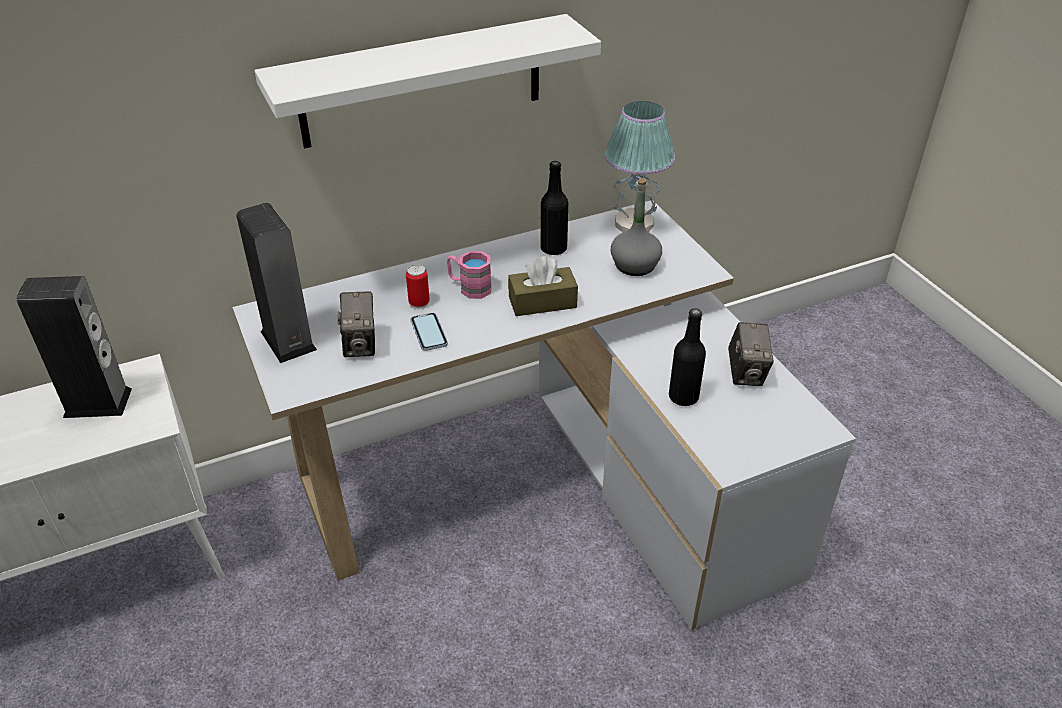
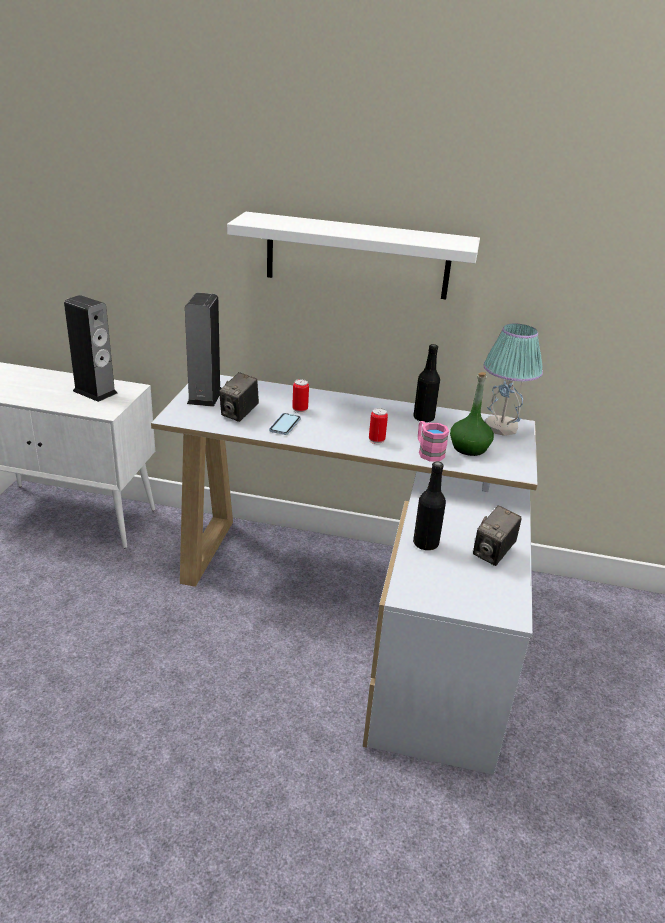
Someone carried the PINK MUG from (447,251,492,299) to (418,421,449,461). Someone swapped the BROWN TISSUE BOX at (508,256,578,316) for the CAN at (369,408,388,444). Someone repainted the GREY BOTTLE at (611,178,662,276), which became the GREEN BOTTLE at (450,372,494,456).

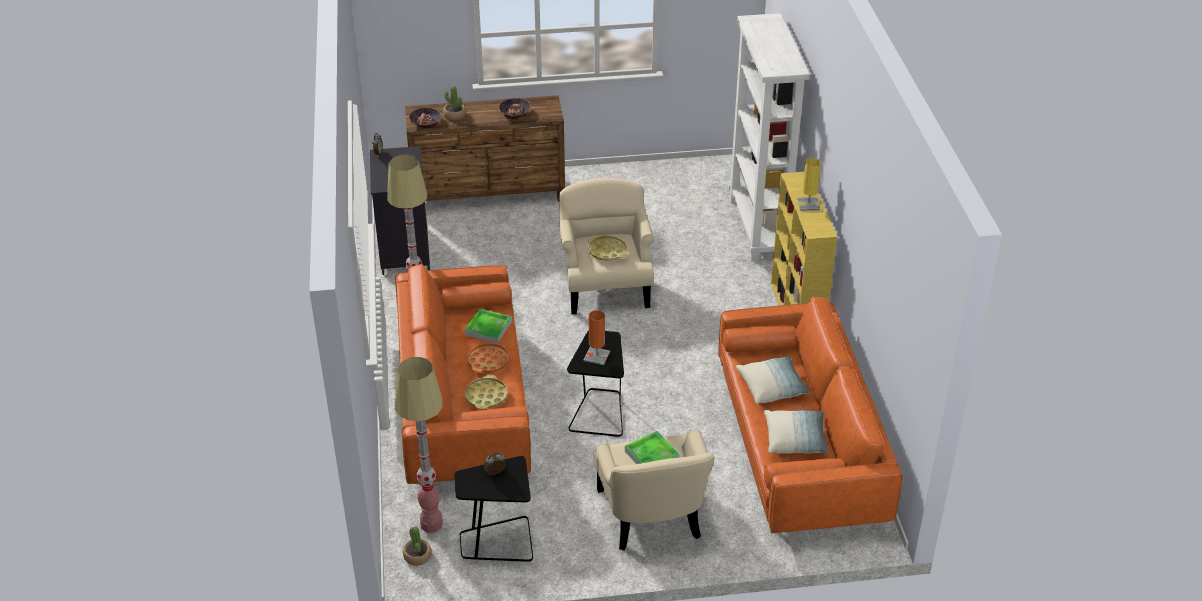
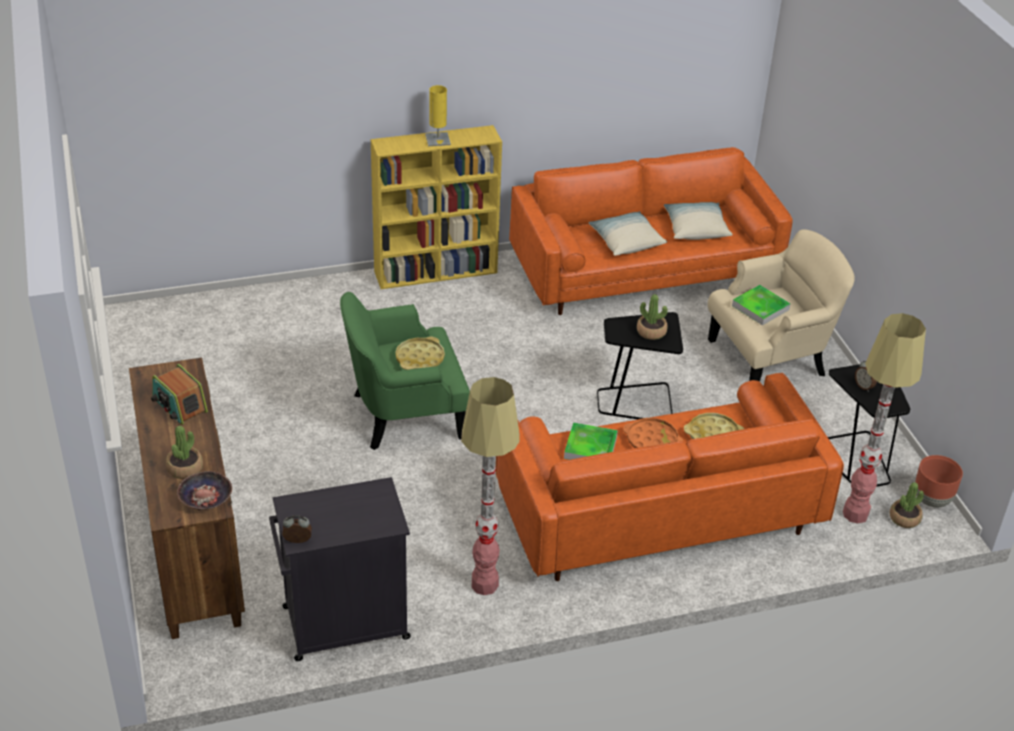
Someone took away the WHITE BOOKCASE at (728,13,810,261). Someone put down the BROWN PLANTER at (915,455,963,507). Someone swapped the BOWL at (499,98,531,119) for the RADIO at (151,364,208,425). Someone swapped the ORANGE TABLE LAMP at (583,310,610,365) for the POTTED PLANT at (637,294,668,340). Someone repainted the BEIGE ARMCHAIR at (559,178,654,314), which became the GREEN ARMCHAIR at (340,292,470,450).

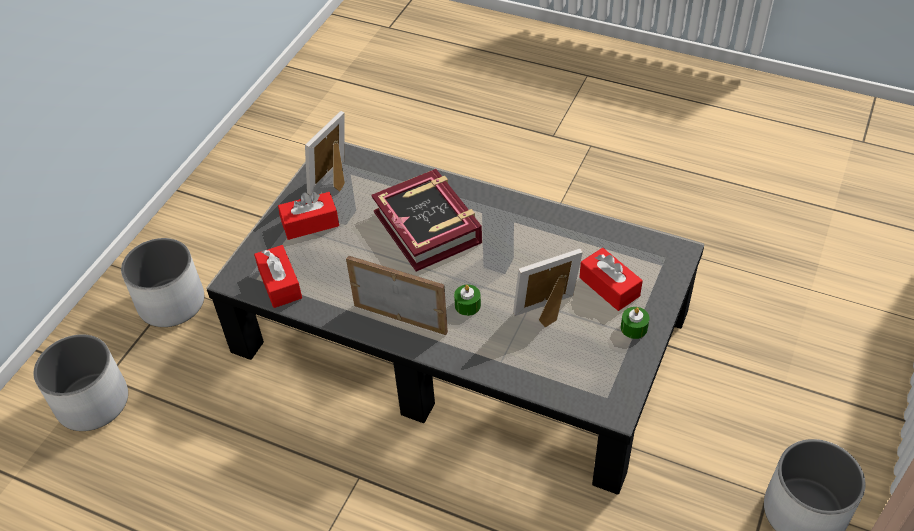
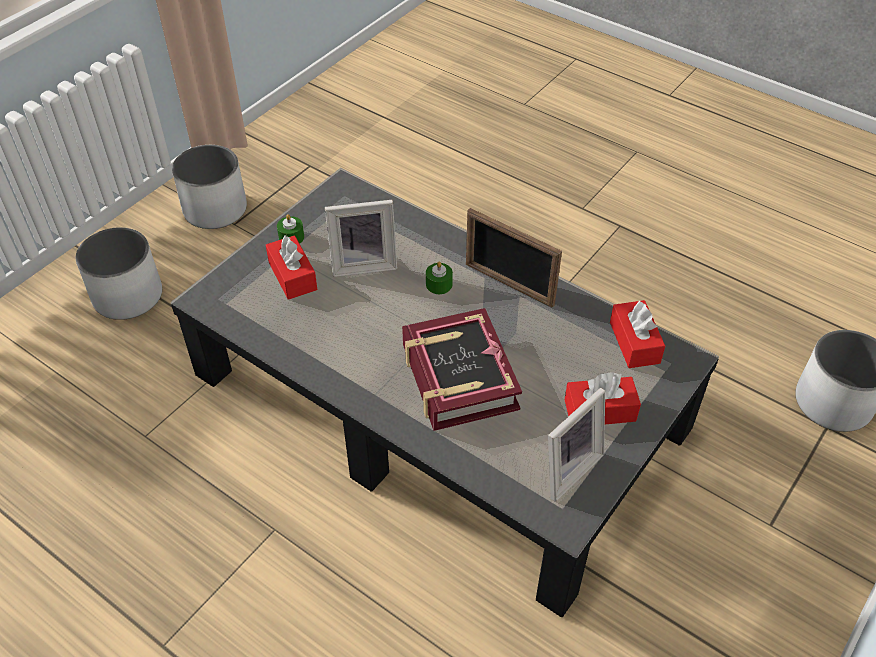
Someone carried the WHITE PLANTER from (121,238,204,327) to (76,227,162,320).

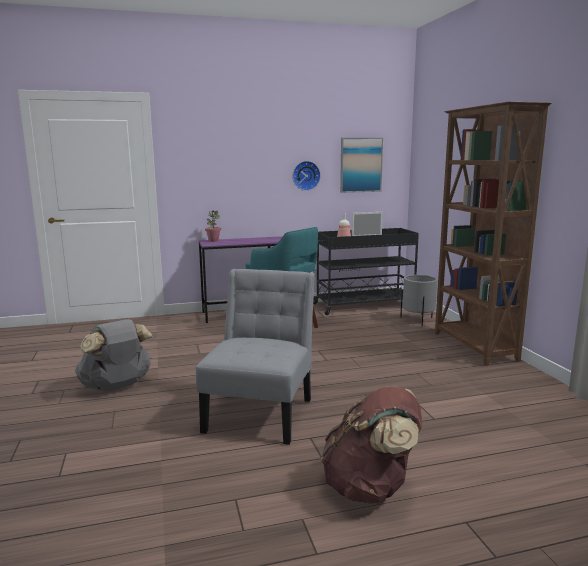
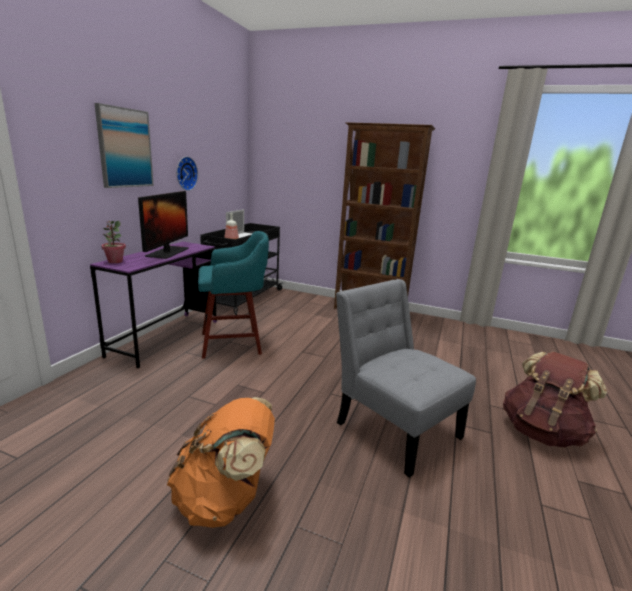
Someone took away the GREY PLANTER at (400,275,437,326). Someone put down the MONITOR at (138,191,189,259). Someone carried the PICTURE from (340,138,383,193) to (94,103,154,188). Someone repainted the GREY BACKPACK at (75,319,153,391), which became the ORANGE BACKPACK at (167,397,275,528).

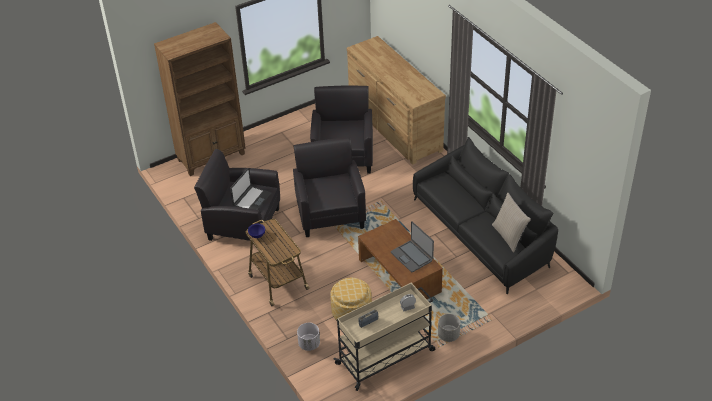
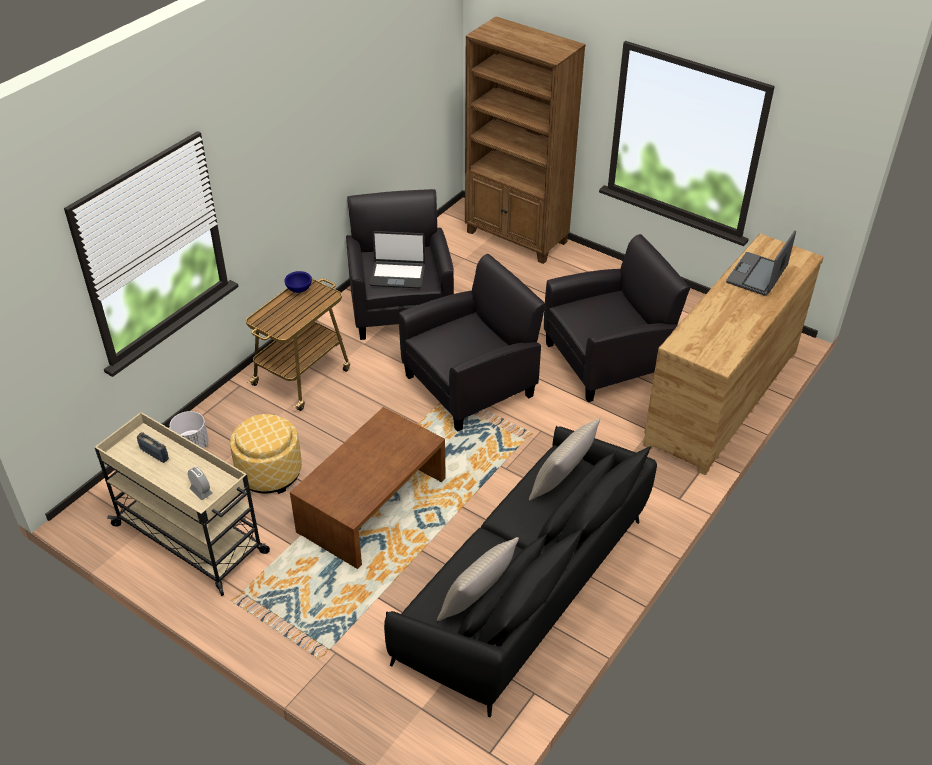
Someone took away the GREY PLANTER at (438,314,460,342). Someone put down the BEIGE PILLOW at (529,418,600,501). Someone carried the LAPTOP from (391,221,434,272) to (726,230,796,296).

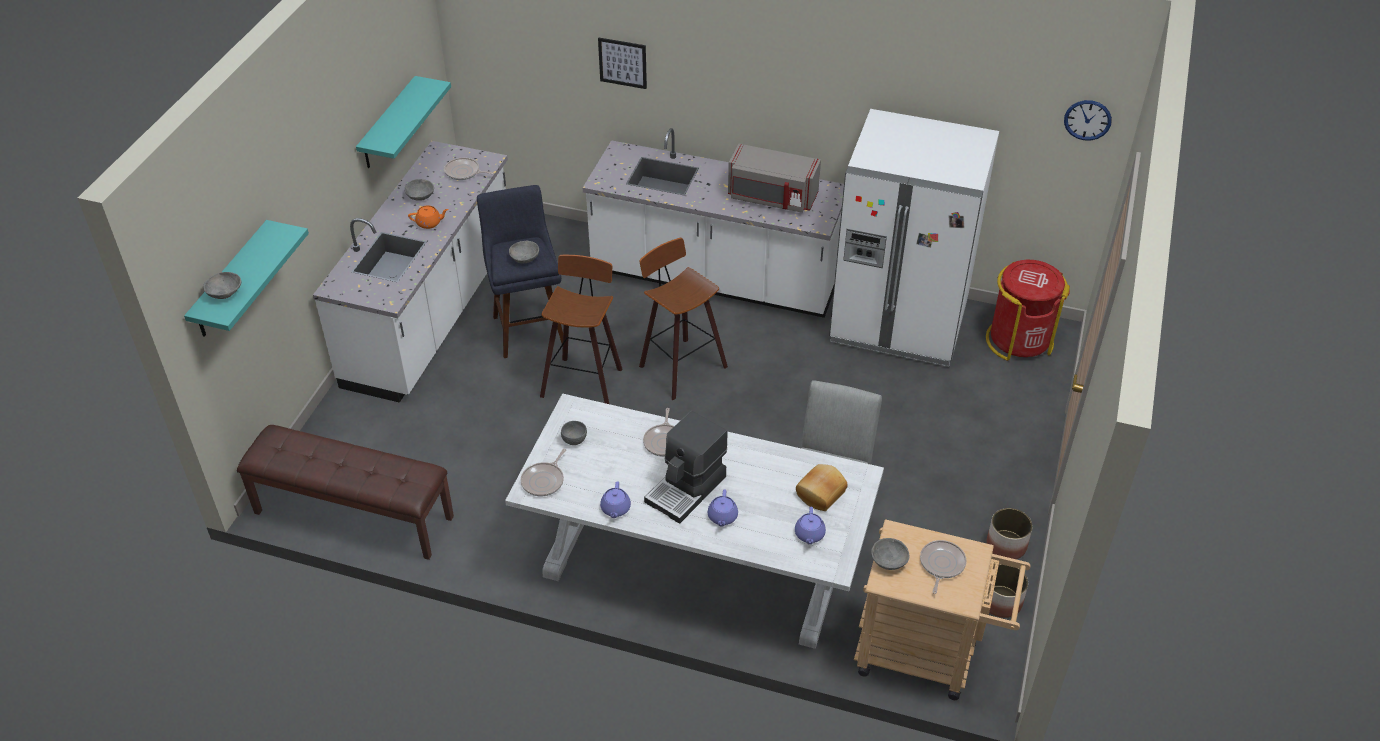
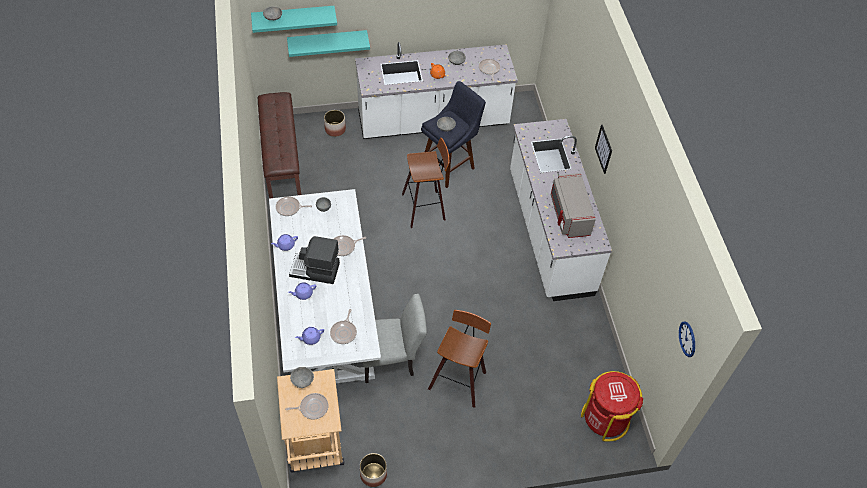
Someone took away the WHITE FRIDGE at (829,109,999,367). Someone carried the TURQUOISE SHELF from (356,76,451,168) to (287,30,370,57). Someone carried the PICTURE from (598,38,647,89) to (595,125,612,174). Someone carried the STOOL from (639,238,728,400) to (428,310,491,408). Someone carried the PLANTER from (986,508,1033,559) to (324,110,346,137). Someone swapped the BREAD at (796,464,848,511) for the FRYING PAN at (330,309,357,344).

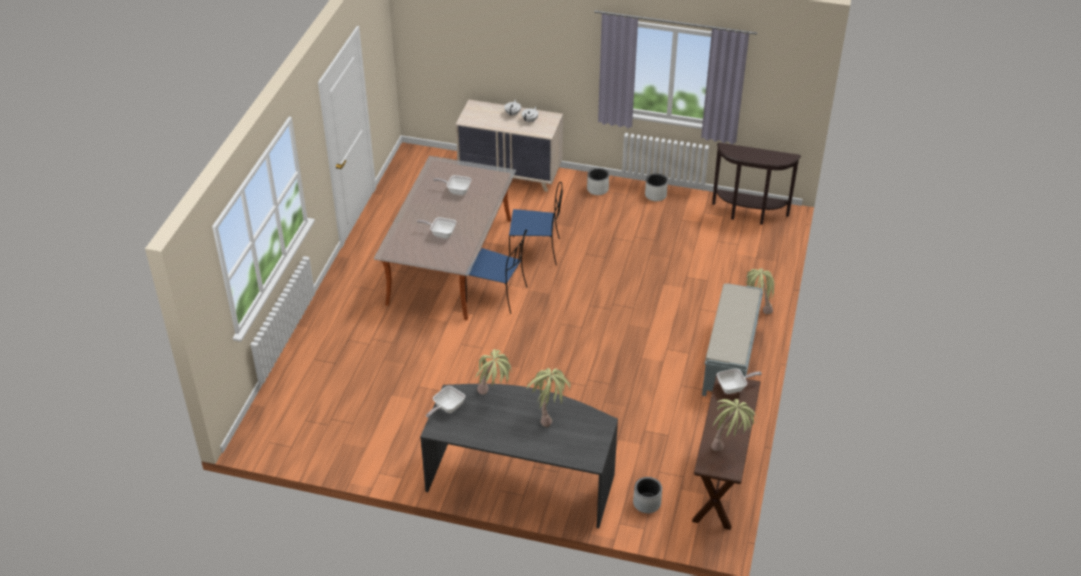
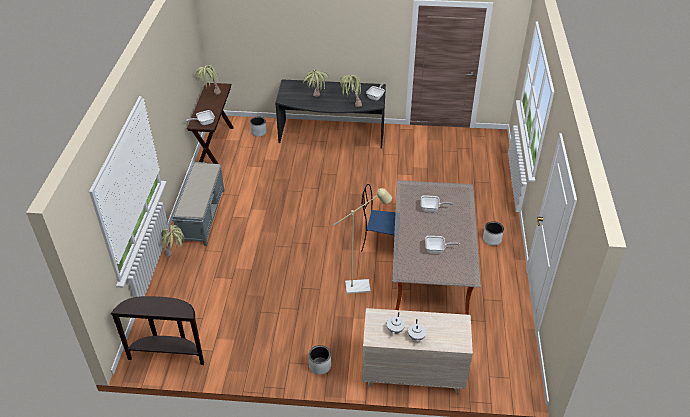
Someone carried the WHITE PLANTER from (645,174,668,201) to (483,221,504,246). Someone swapped the BLUE CHAIR at (509,182,563,265) for the BEIGE FLOOR LAMP at (334,188,392,294).

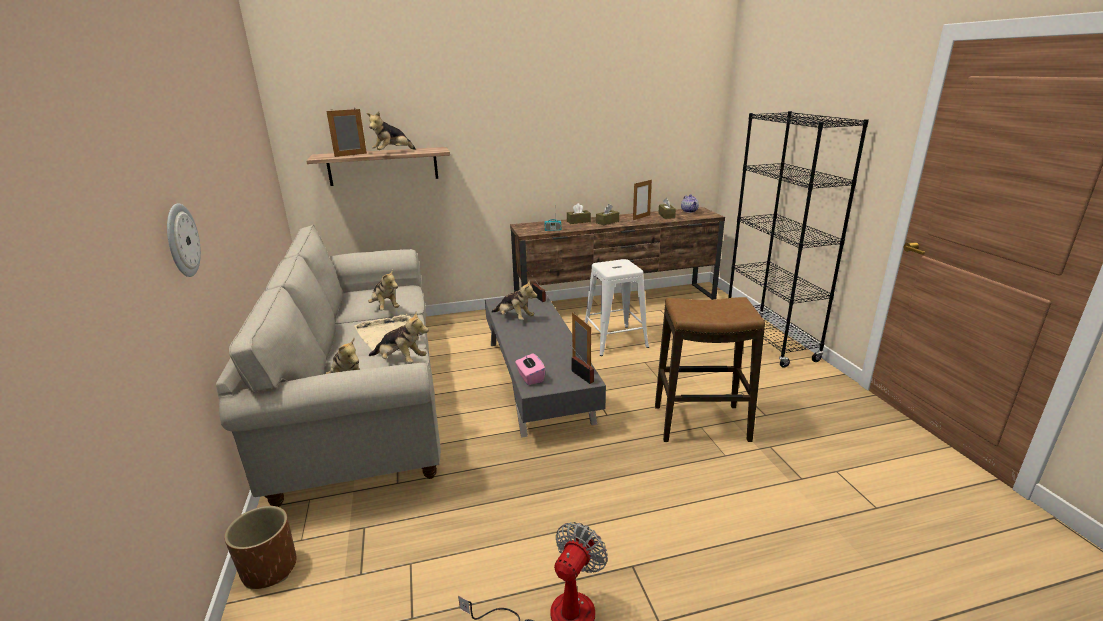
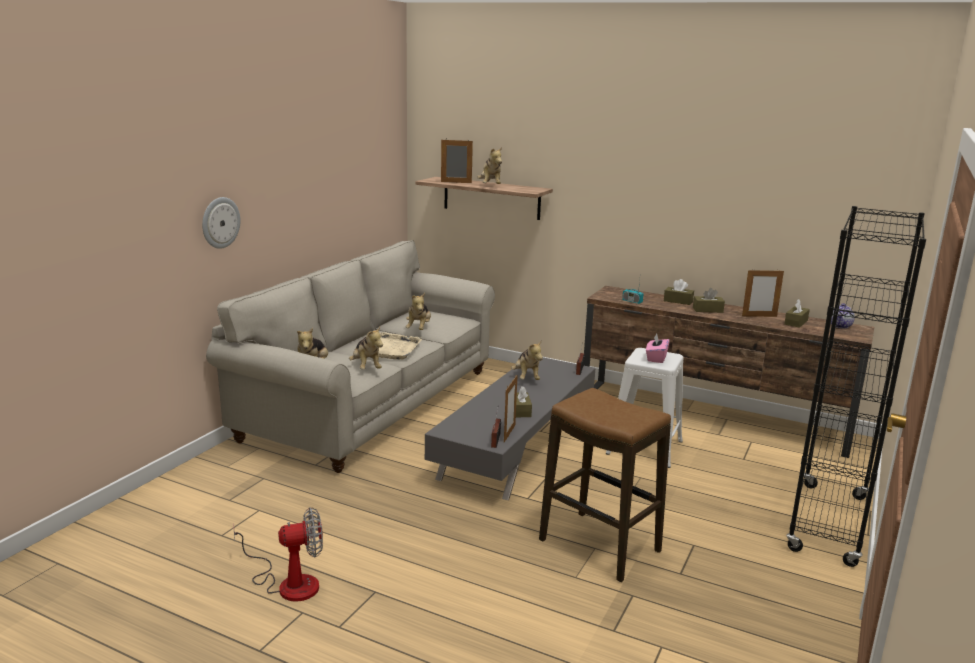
Someone took away the BROWN PLANTER at (224,506,297,589). Someone put down the BROWN TISSUE BOX at (516,386,532,417). Someone carried the PINK TISSUE BOX from (515,353,545,385) to (646,334,669,363). Someone rotated the PLUSH TOY at (367,111,416,150) by 90 degrees counterclockwise.

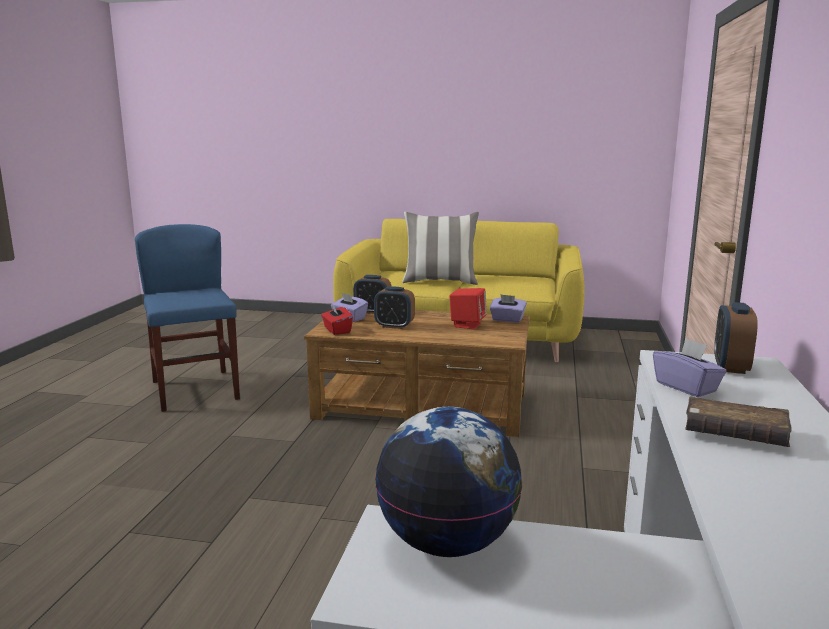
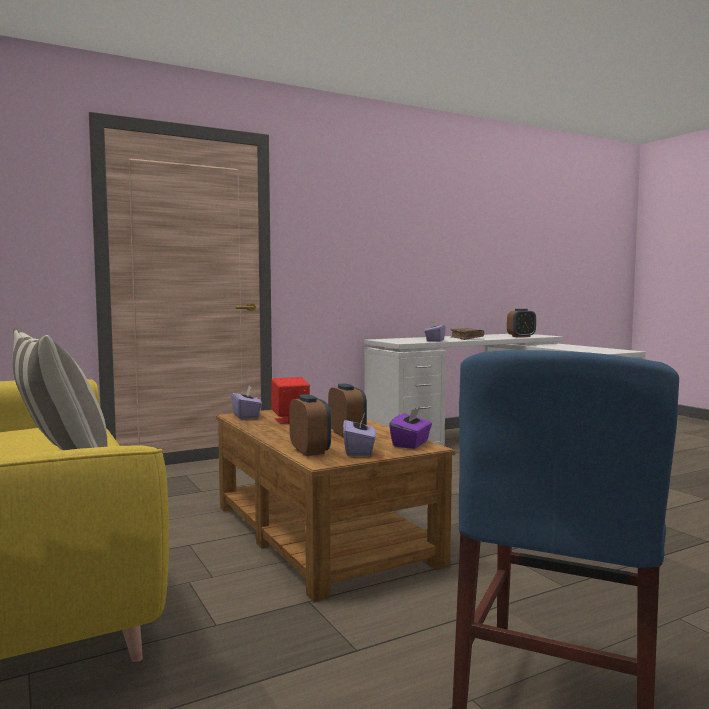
Someone took away the GLOBE at (375,407,523,557). Someone carried the ALARM CLOCK from (714,302,758,374) to (507,309,536,337). Someone repainted the RED TISSUE BOX at (321,303,353,335), which became the PURPLE TISSUE BOX at (389,407,432,449).

